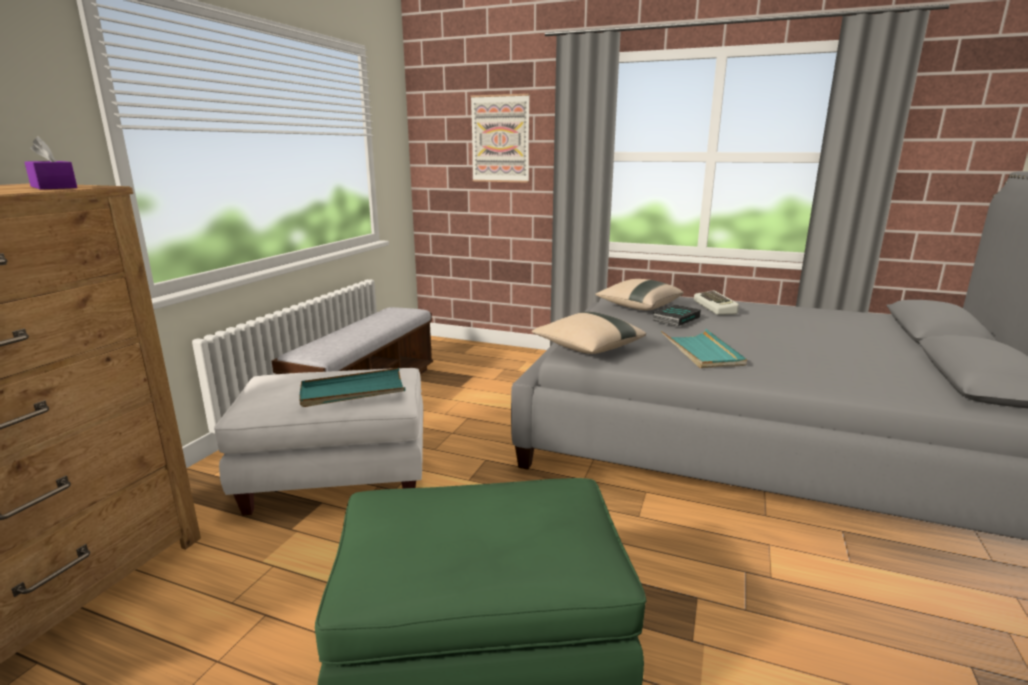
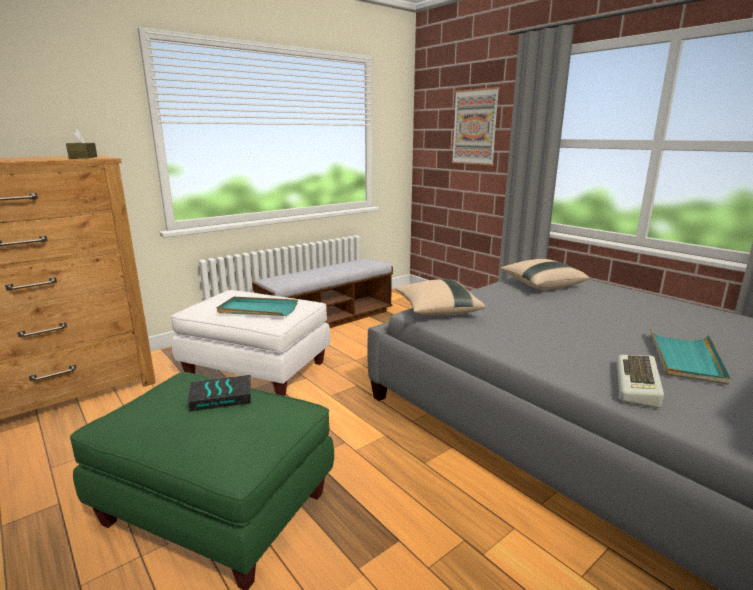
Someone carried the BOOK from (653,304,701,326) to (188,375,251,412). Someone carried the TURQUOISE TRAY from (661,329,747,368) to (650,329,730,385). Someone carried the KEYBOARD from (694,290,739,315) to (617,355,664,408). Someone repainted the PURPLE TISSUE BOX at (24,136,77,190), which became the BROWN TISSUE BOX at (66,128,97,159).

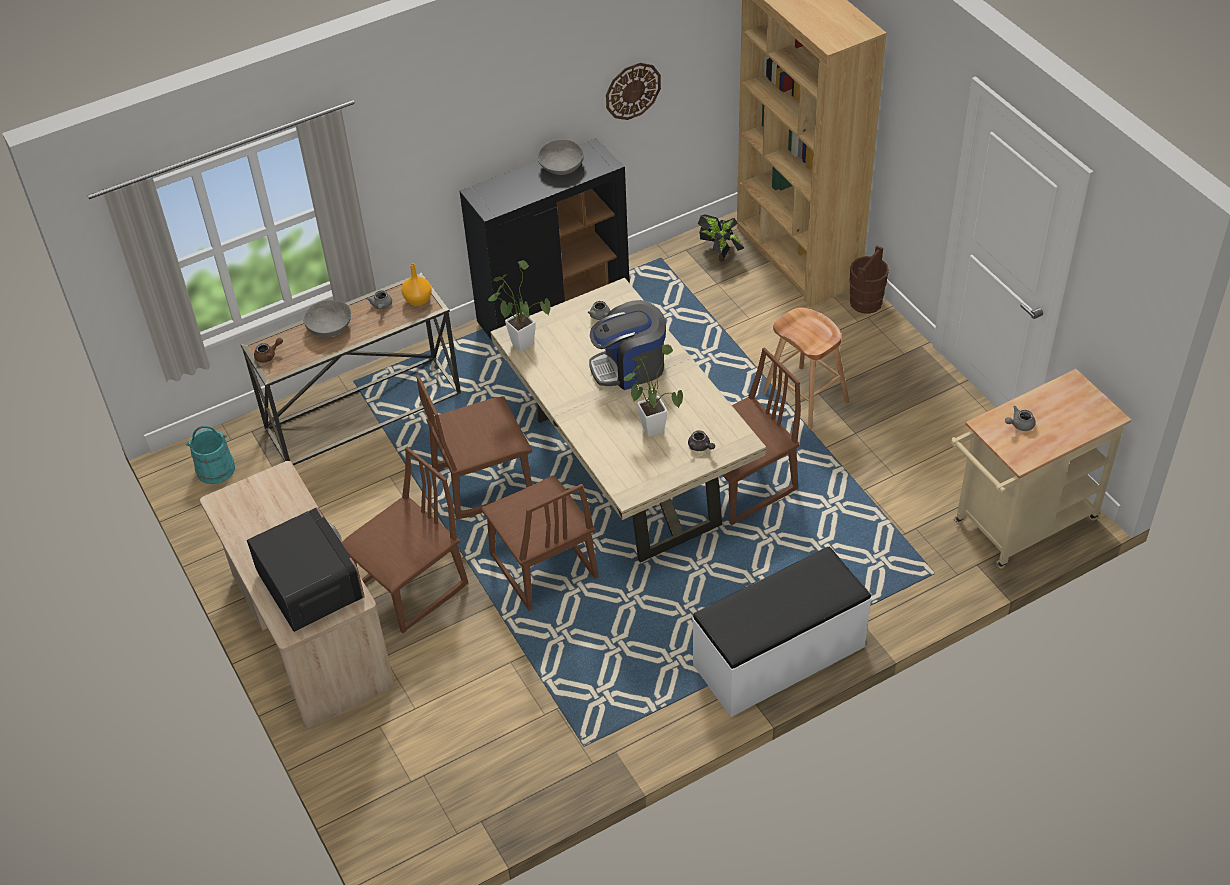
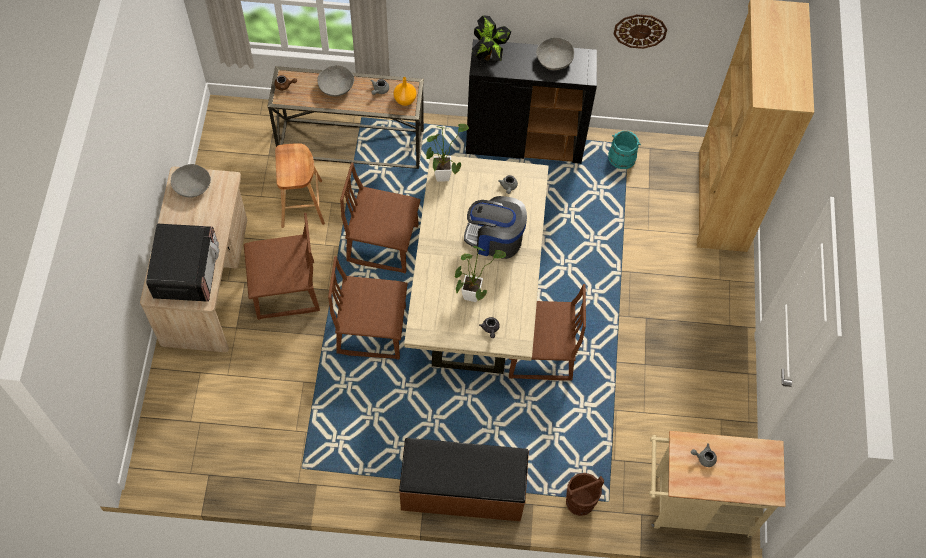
Someone put down the GREY BOWL at (171,164,211,198). Someone carried the TURQUOISE BUCKET from (185,426,235,484) to (608,131,641,169). Someone carried the POTTED PLANT from (698,214,744,262) to (472,15,511,61). Someone carried the BROWN STOOL from (762,308,849,429) to (275,143,325,228). Someone carried the BROWN BUCKET from (850,245,889,314) to (566,473,604,516). Someone repainted the WHITE BENCH at (692,547,872,717), which became the BROWN BENCH at (399,438,529,521). Someone rotated the BROWN CHAIR at (481,475,599,611) by 90 degrees clockwise.

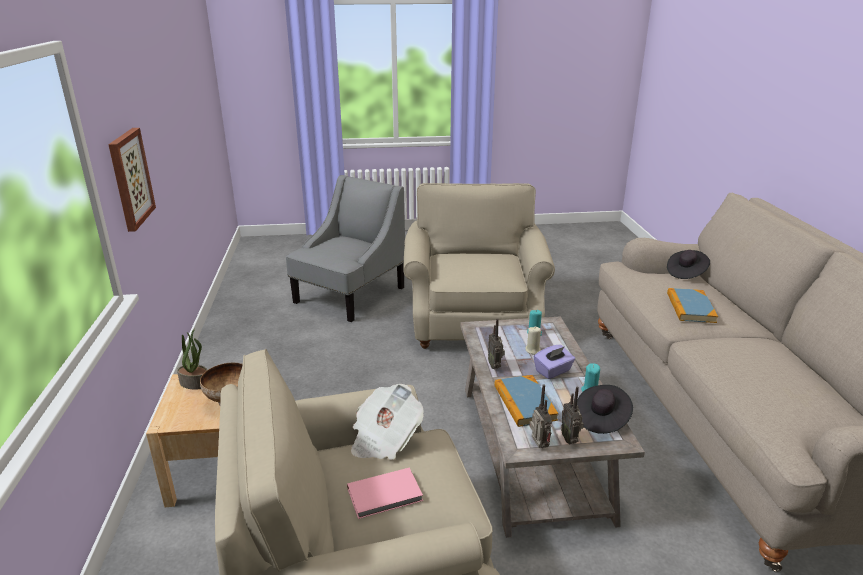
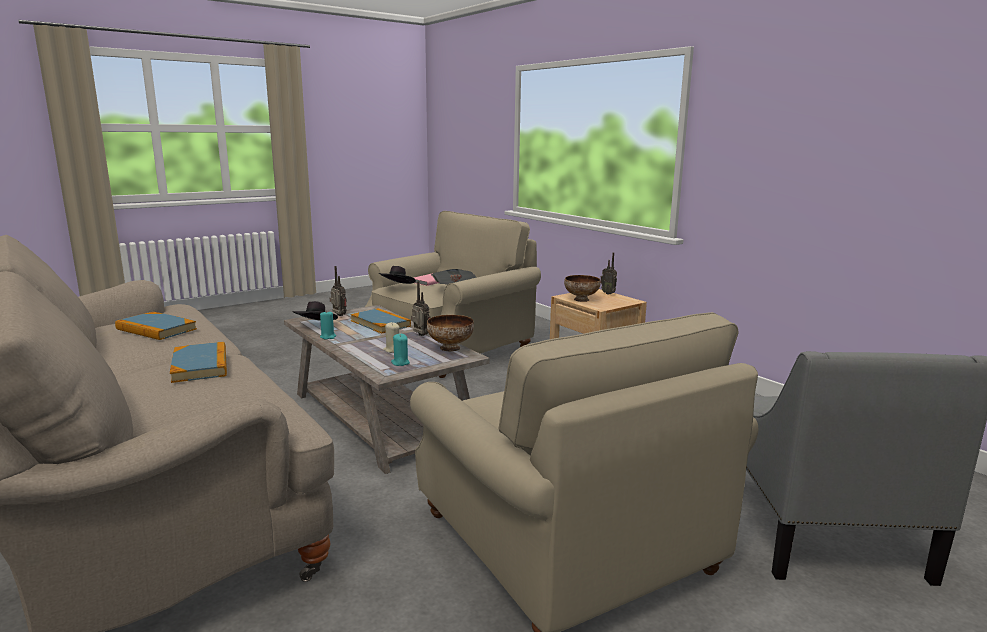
Someone took away the PICTURE at (108,128,156,232). Someone took away the POTTED PLANT at (177,328,207,390). Someone took away the PURPLE TISSUE BOX at (534,345,575,379). Someone put down the BOOK at (115,312,197,340). Someone put down the BOWL at (427,315,474,351). Someone carried the RADIO from (529,384,552,448) to (601,252,617,295). Someone carried the BLACK HAT from (667,250,710,279) to (378,266,416,284).

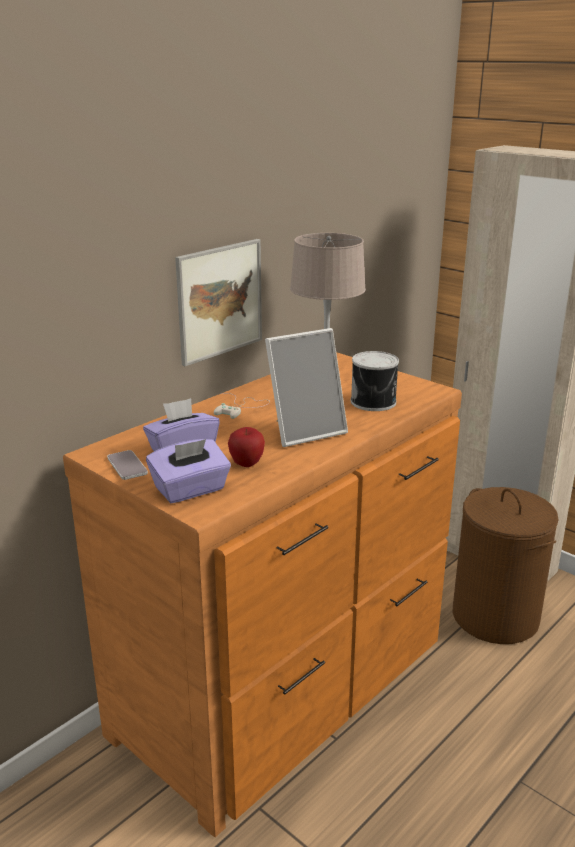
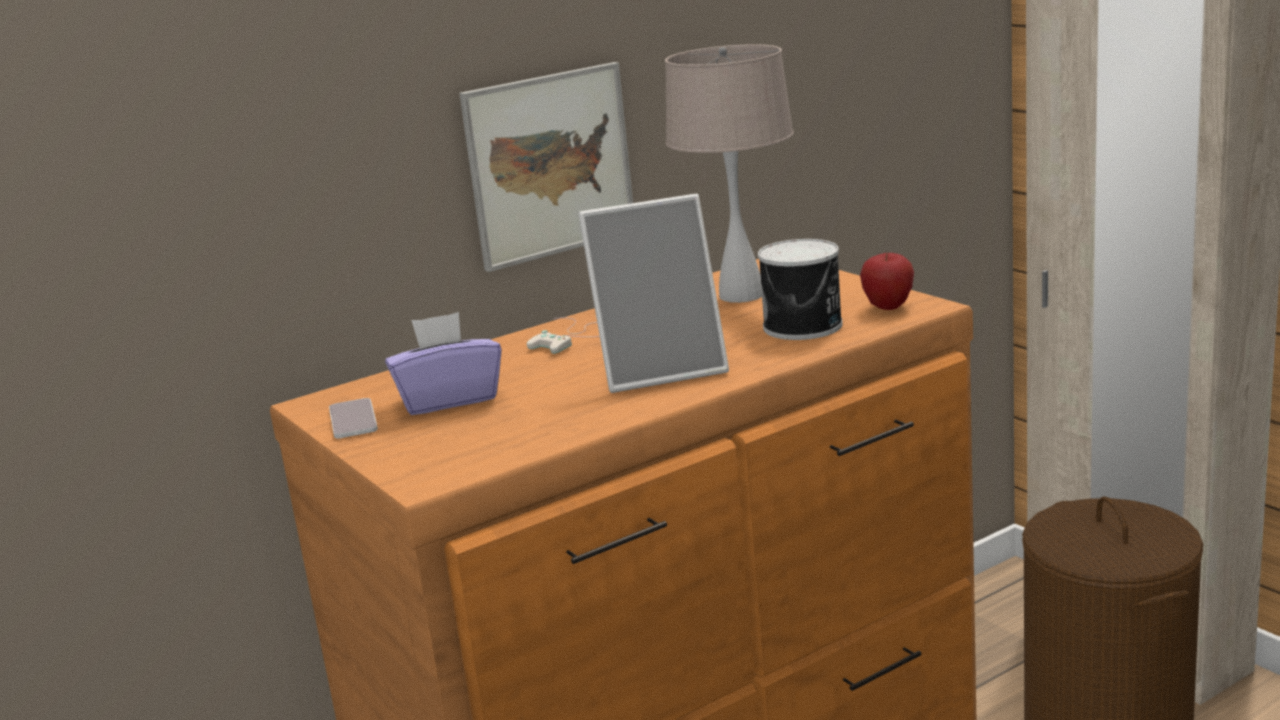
Someone took away the PURPLE TISSUE BOX at (146,439,231,503). Someone carried the APPLE from (228,427,265,467) to (860,252,914,310).

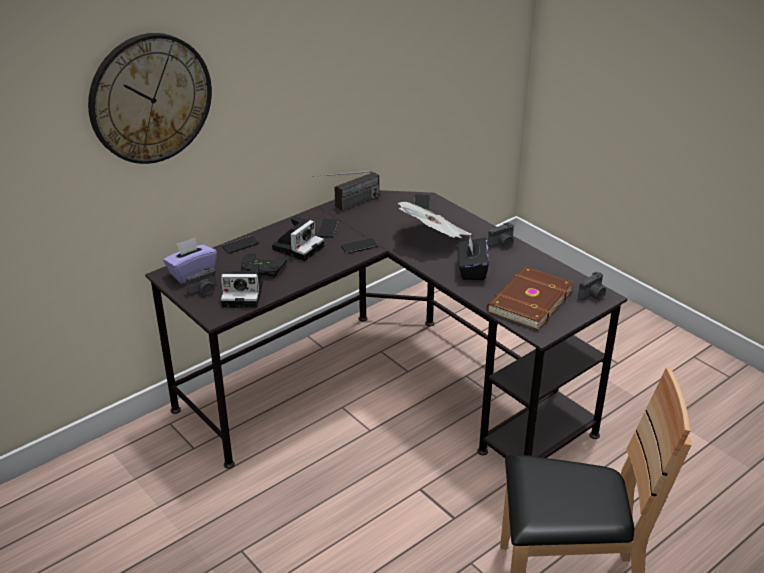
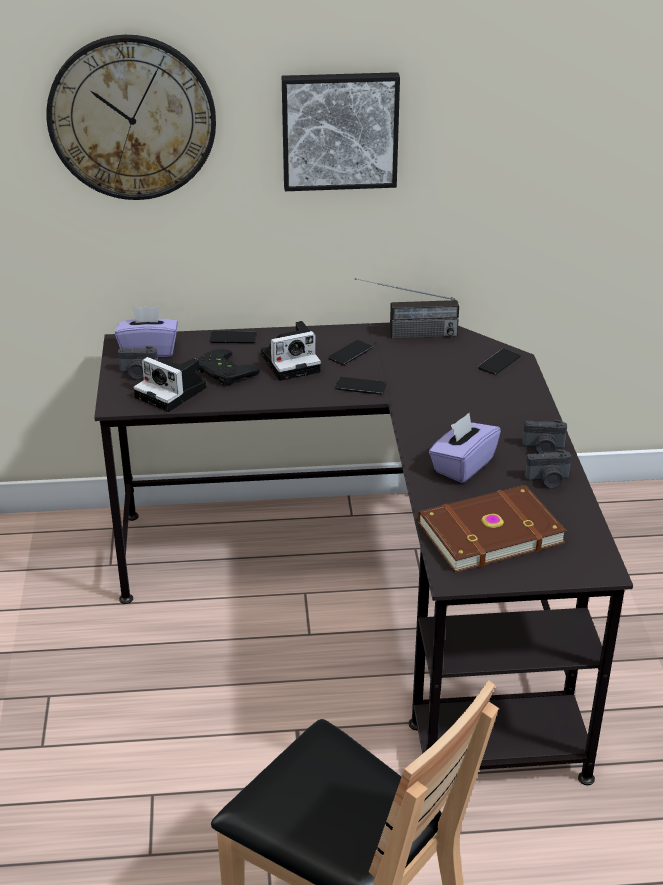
Someone took away the NEWSPAPER at (398,202,472,238). Someone put up the PICTURE at (282,72,400,191). Someone carried the PHOTO CAMERA from (578,272,606,300) to (525,450,571,489). Someone repainted the BLACK TISSUE BOX at (458,235,489,280), which became the PURPLE TISSUE BOX at (429,413,501,483).

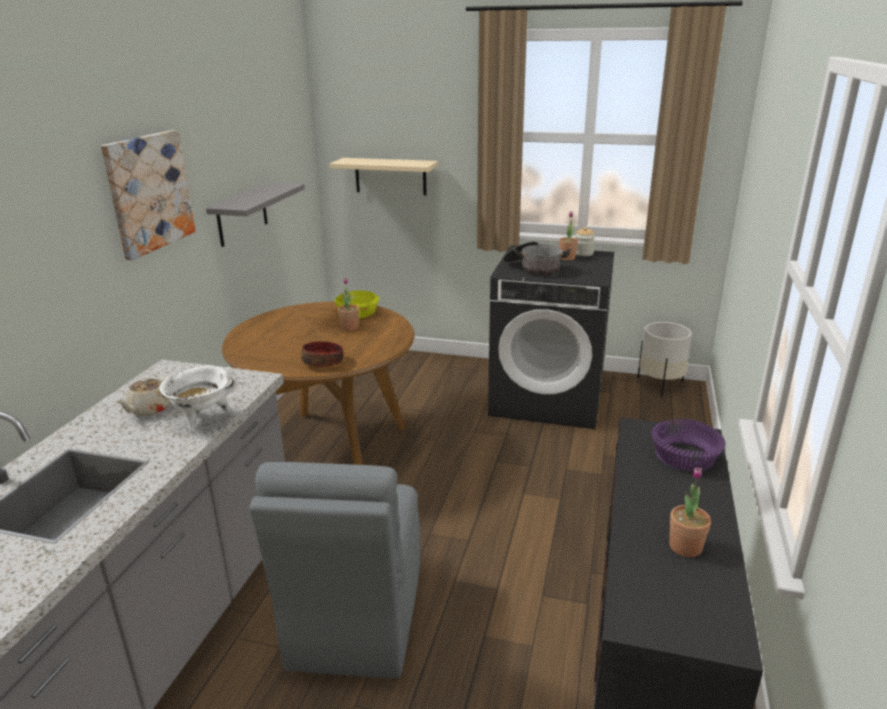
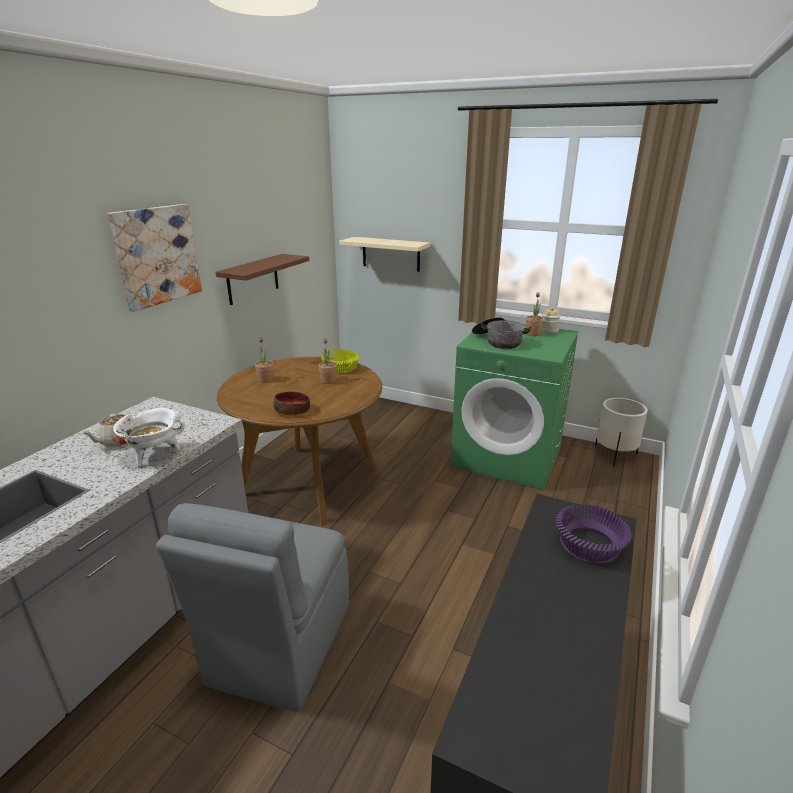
Someone carried the POTTED PLANT from (669,467,711,557) to (255,337,274,383). Someone repainted the GREY SHELF at (206,182,305,247), which became the BROWN SHELF at (216,254,309,305). Someone repainted the BLACK WASHING MACHINE at (488,245,614,429), which became the GREEN WASHING MACHINE at (451,324,579,490).

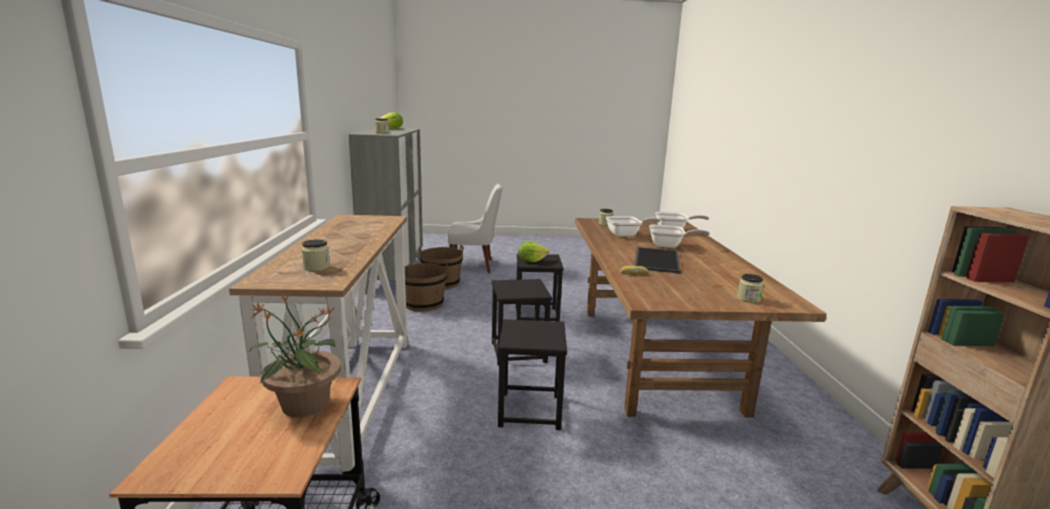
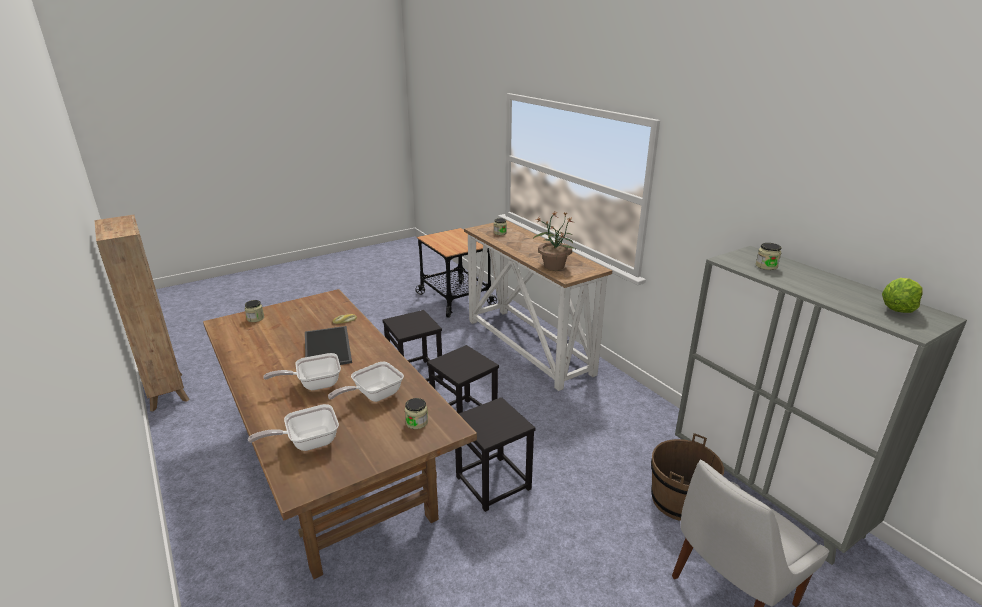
Someone took away the BROWN BUCKET at (405,263,448,312). Someone took away the LETTUCE at (519,241,549,262). Someone carried the POTTED PLANT from (249,294,341,417) to (533,212,575,270).

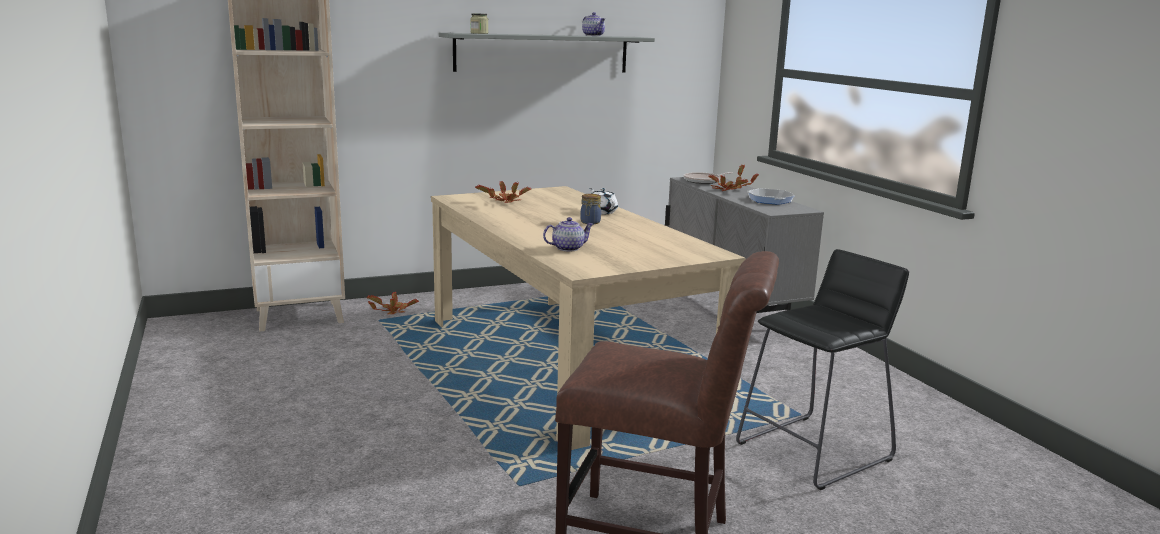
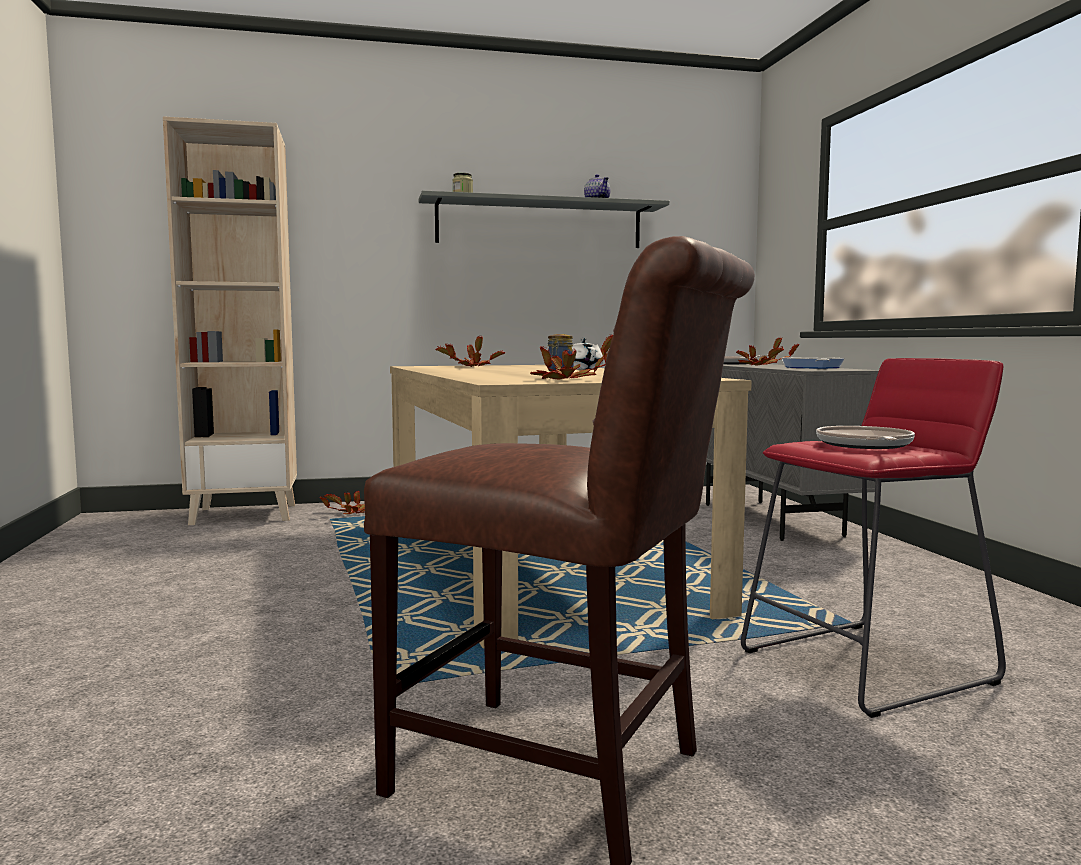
Someone took away the TEAPOT at (543,217,594,252). Someone put down the POTTED PLANT at (530,335,613,380). Someone put down the FRYING PAN at (816,426,915,449). Someone repainted the BLACK STOOL at (736,249,909,490), which became the RED STOOL at (741,358,1006,718).

